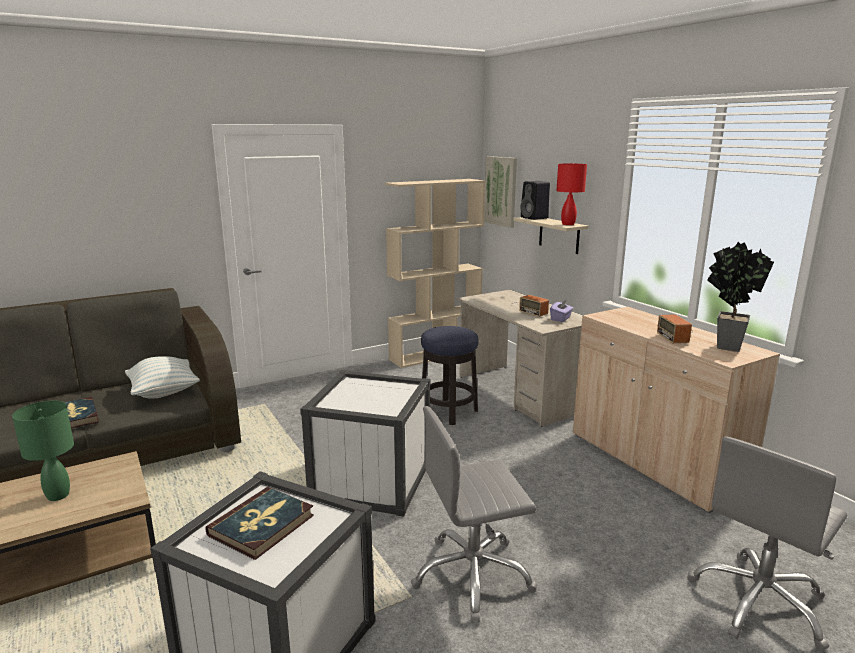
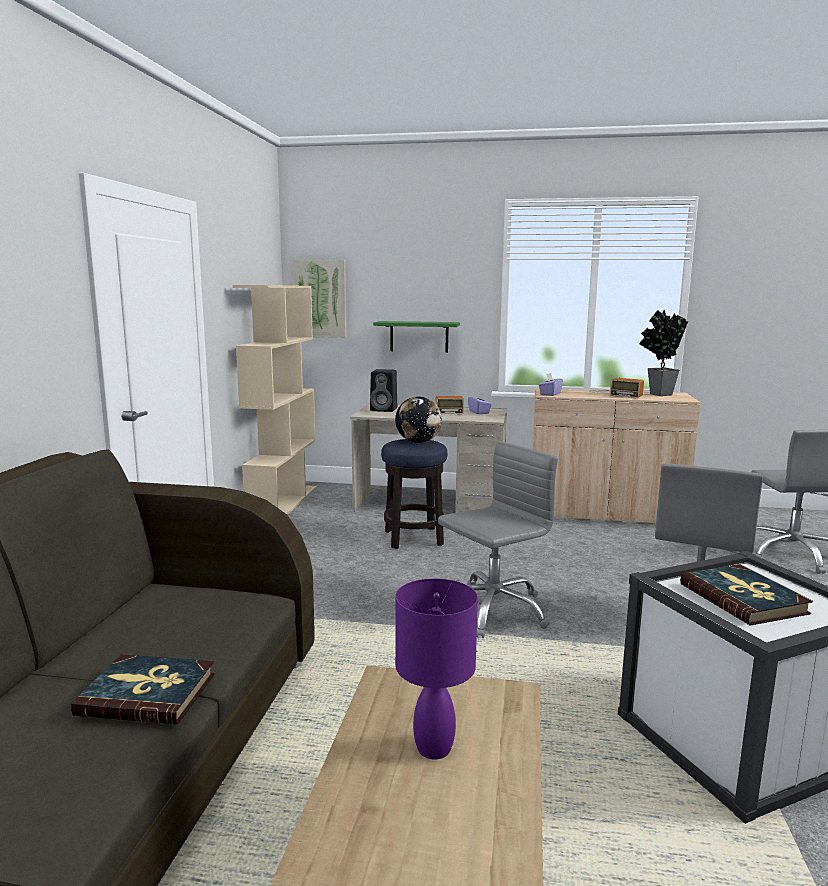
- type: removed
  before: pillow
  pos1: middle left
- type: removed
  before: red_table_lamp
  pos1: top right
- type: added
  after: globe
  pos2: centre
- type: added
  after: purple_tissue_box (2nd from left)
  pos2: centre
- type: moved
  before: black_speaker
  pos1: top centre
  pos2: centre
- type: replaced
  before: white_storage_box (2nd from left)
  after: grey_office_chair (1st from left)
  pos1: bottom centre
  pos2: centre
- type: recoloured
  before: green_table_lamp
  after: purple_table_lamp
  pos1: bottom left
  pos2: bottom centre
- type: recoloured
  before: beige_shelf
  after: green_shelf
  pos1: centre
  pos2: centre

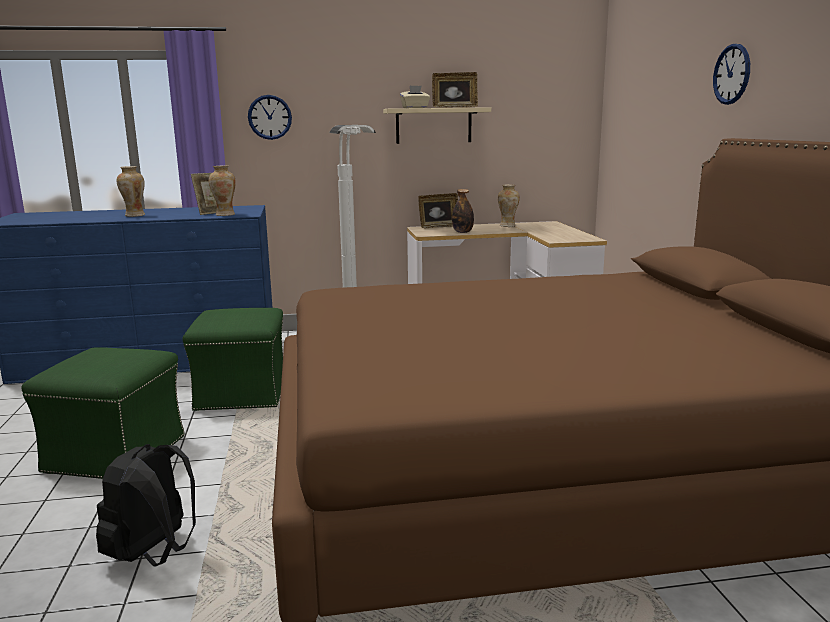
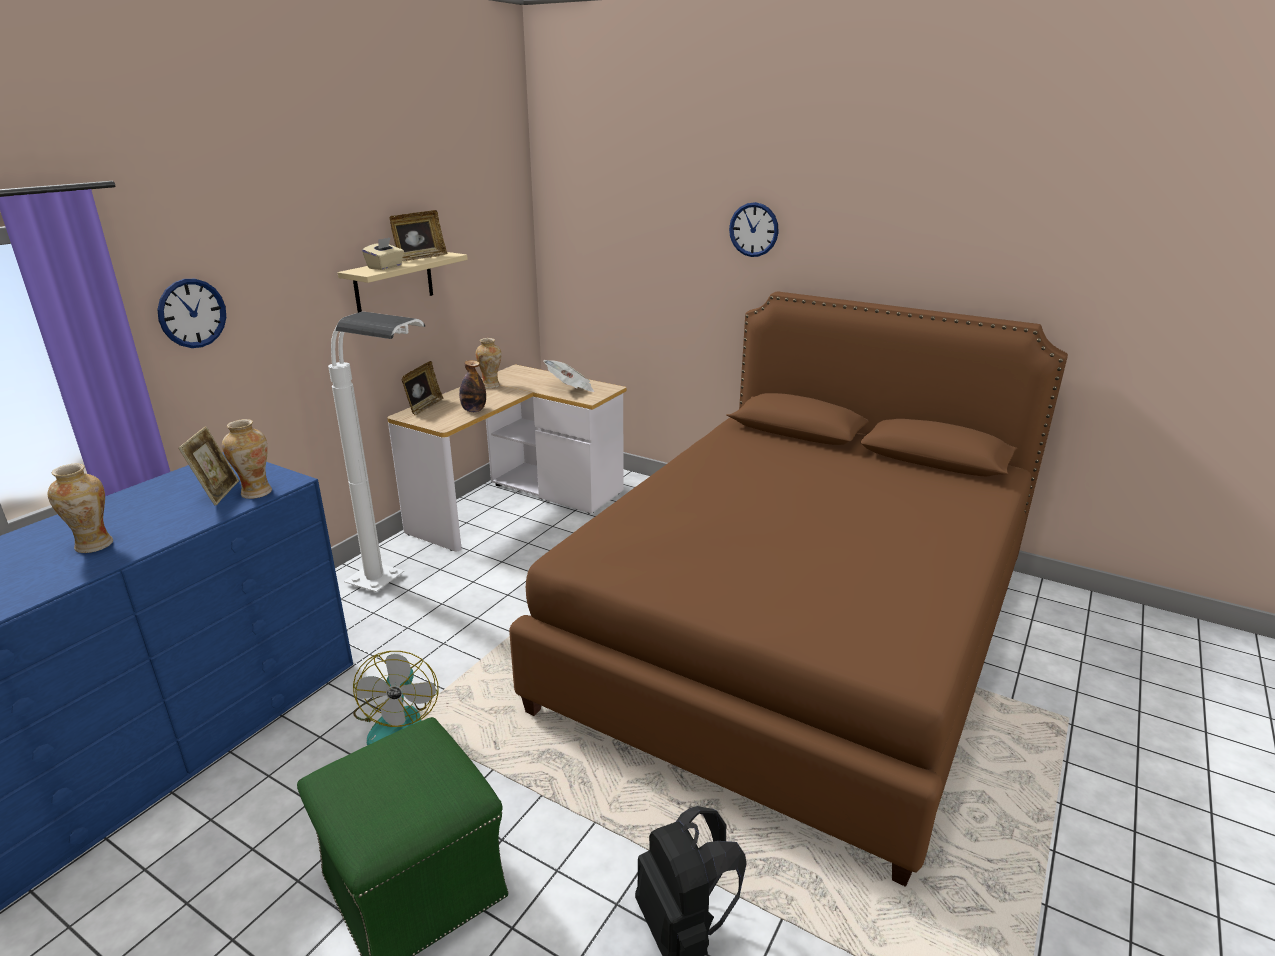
- type: added
  after: newspaper
  pos2: centre
- type: replaced
  before: green_ottoman (2nd from left)
  after: fan
  pos1: middle left
  pos2: bottom left

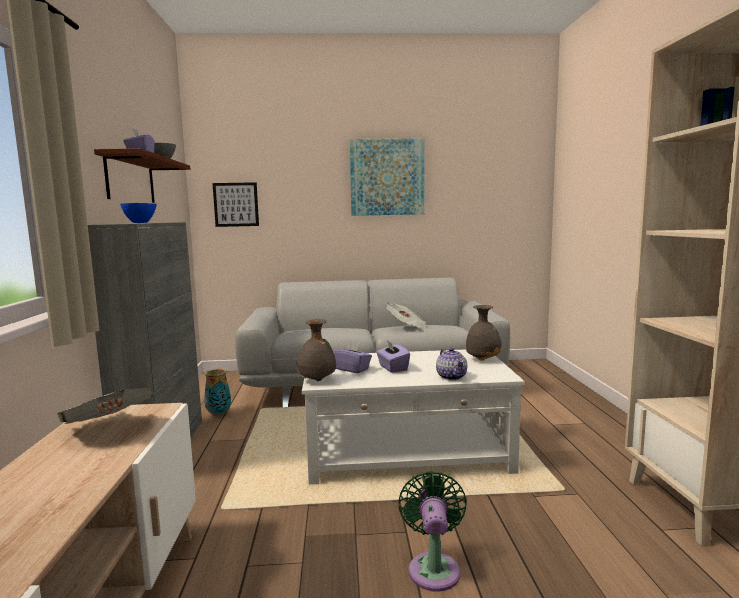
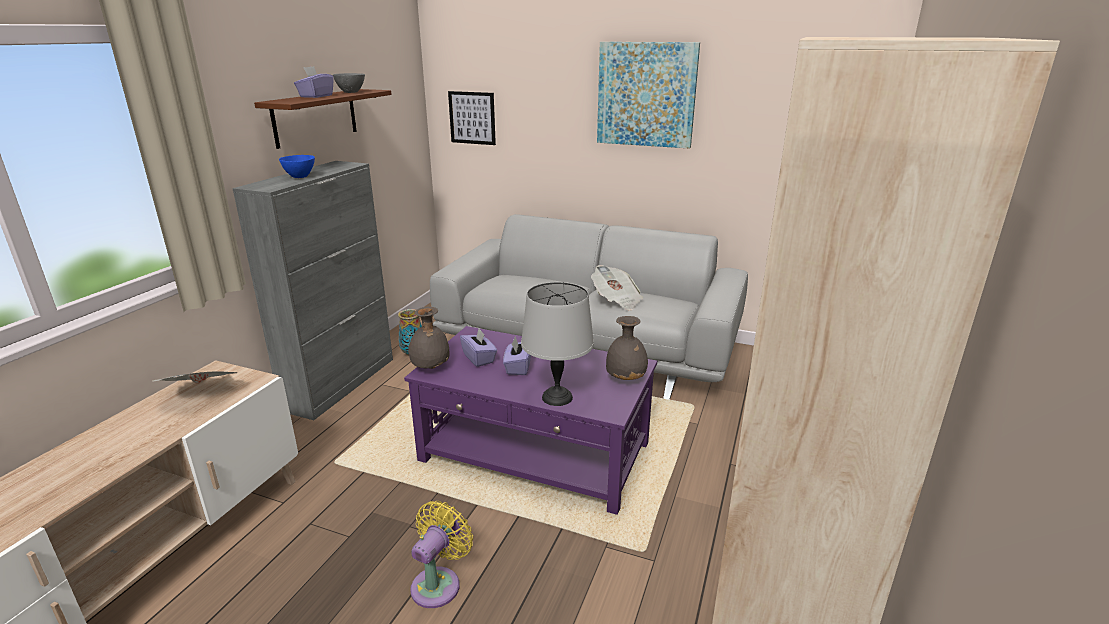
- type: replaced
  before: teapot
  after: grey_table_lamp
  pos1: centre
  pos2: centre
- type: recoloured
  before: white_coffee_table
  after: purple_coffee_table
  pos1: bottom centre
  pos2: bottom centre
- type: recoloured
  before: green_fan
  after: yellow_fan
  pos1: bottom centre
  pos2: bottom centre

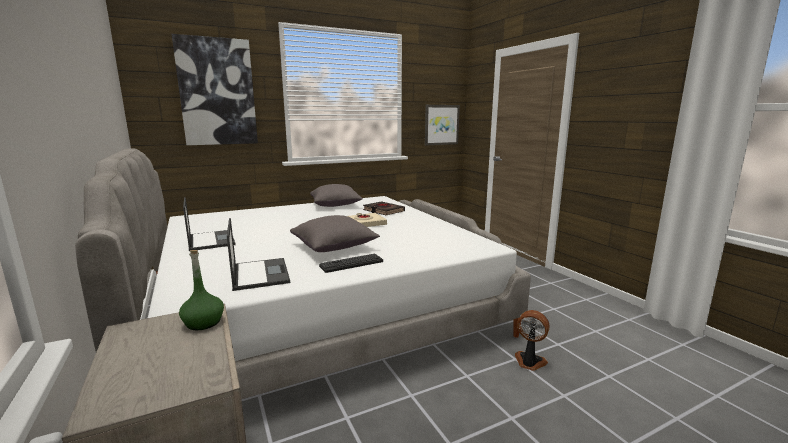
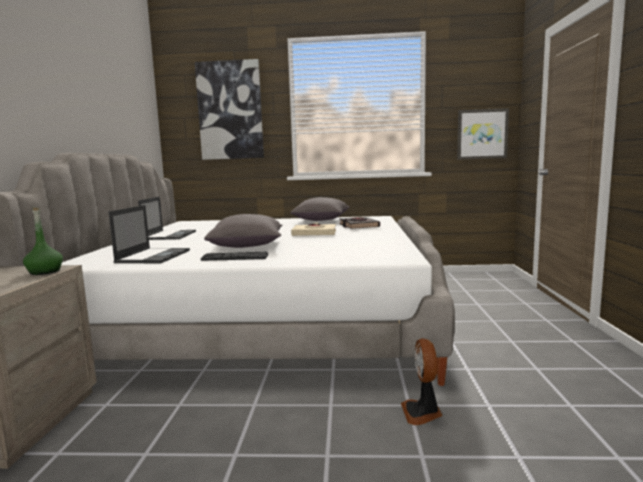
- type: turned
  before: fan
  pos1: bottom right
  pos2: bottom centre
  turn: -150

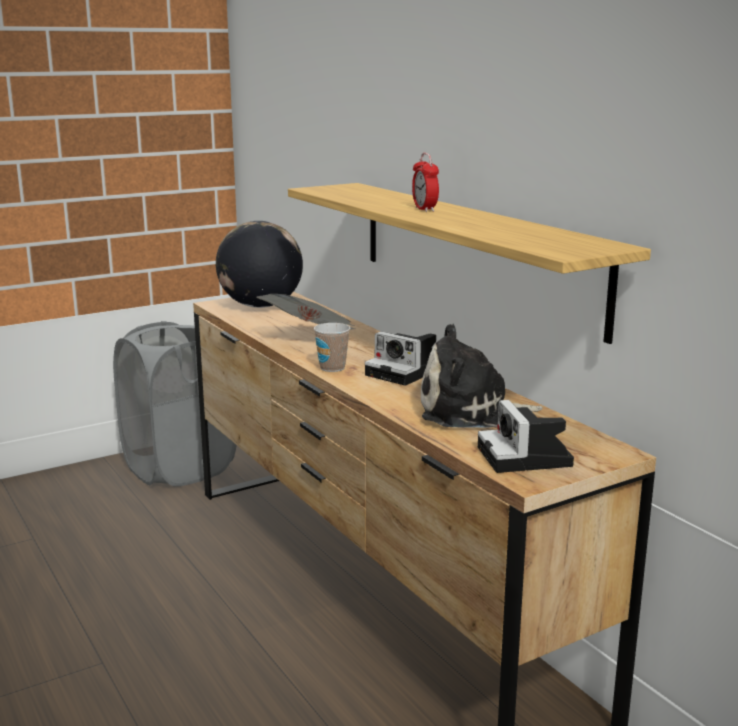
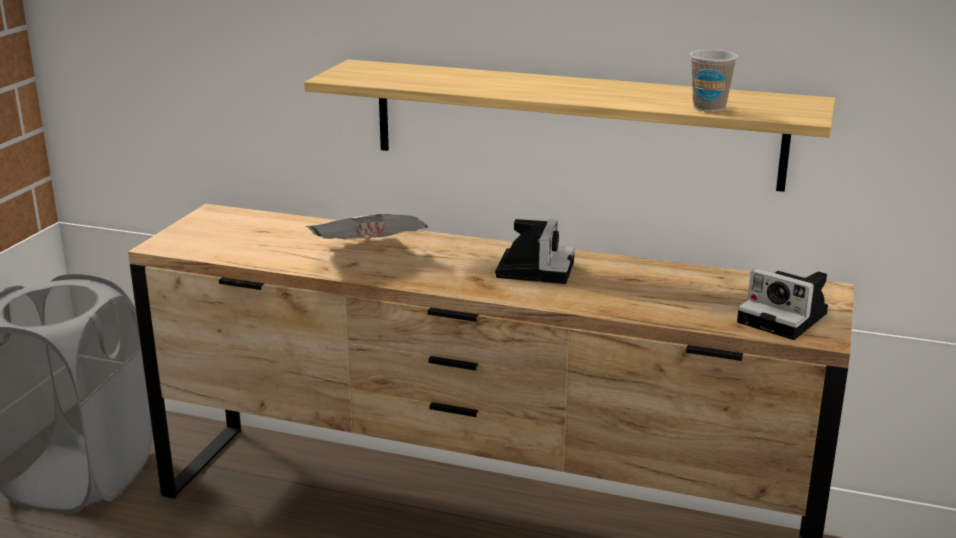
- type: removed
  before: globe
  pos1: centre
- type: removed
  before: alarm_clock
  pos1: top centre
- type: removed
  before: plush_toy
  pos1: centre
- type: moved
  before: cup
  pos1: centre
  pos2: top right
- type: turned
  before: photo_camera (1st from left)
  pos1: centre
  pos2: centre
  turn: -75

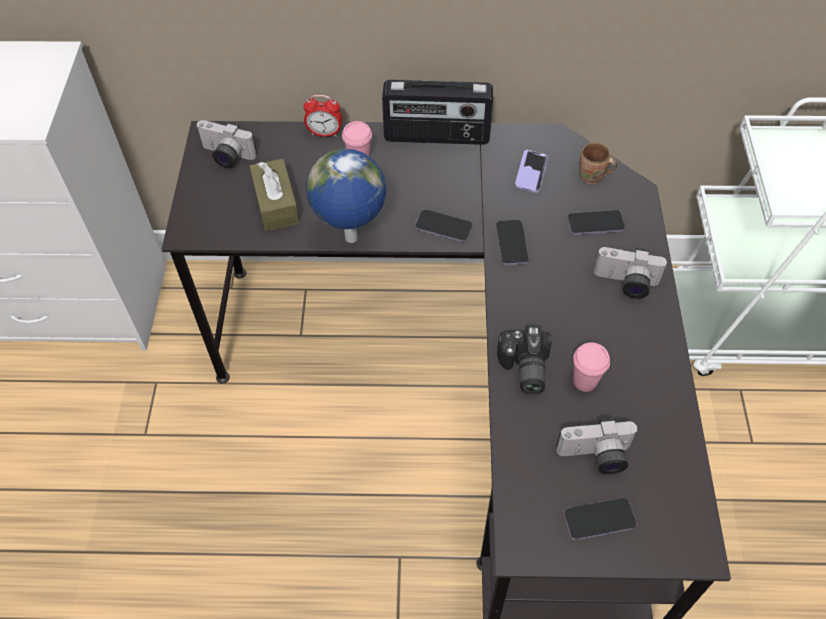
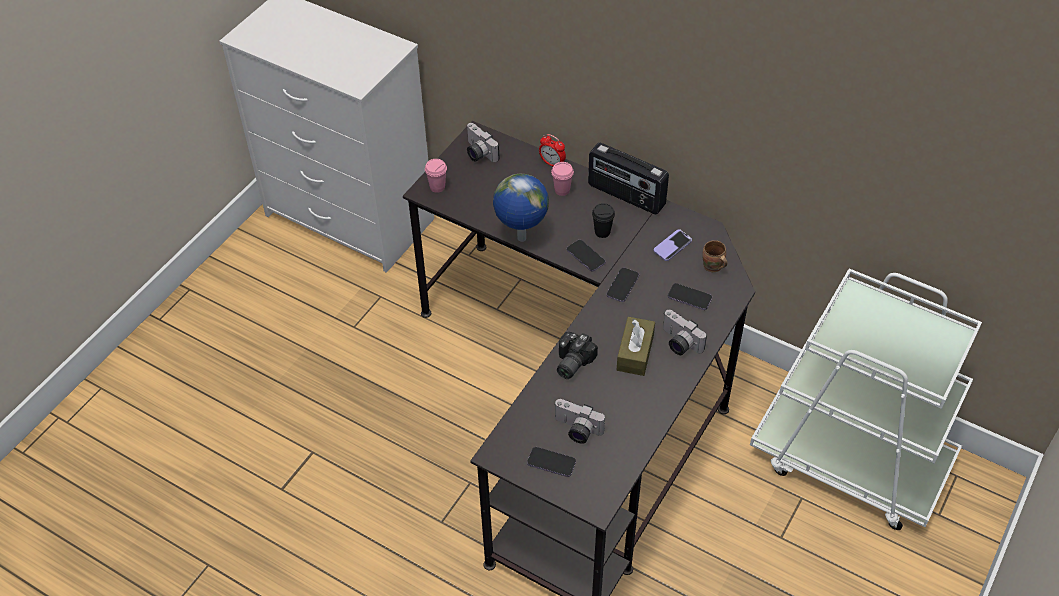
- type: added
  after: black_cup
  pos2: centre
- type: moved
  before: brown_tissue_box
  pos1: top left
  pos2: centre
- type: moved
  before: pink_cup (2nd from left in the first image)
  after: pink_cup (1st from left)
  pos1: middle right
  pos2: top centre

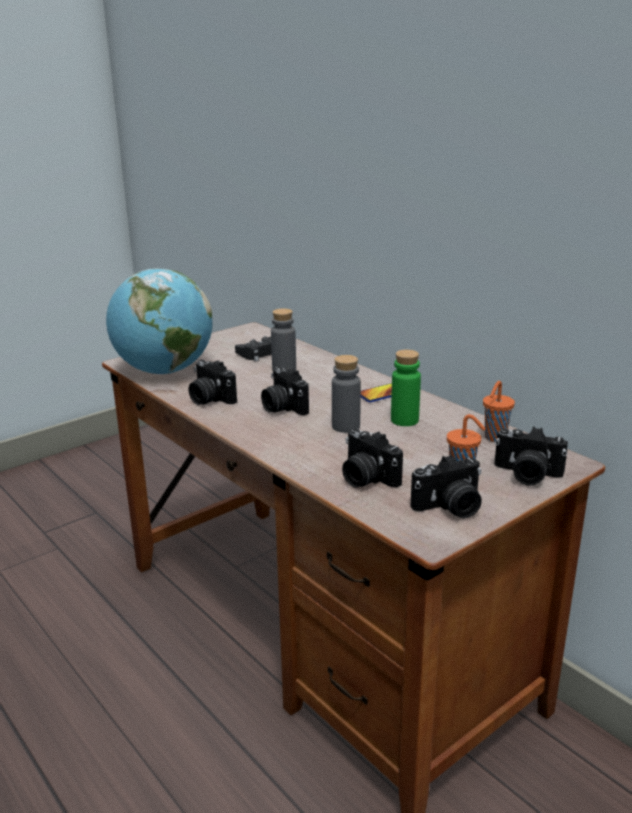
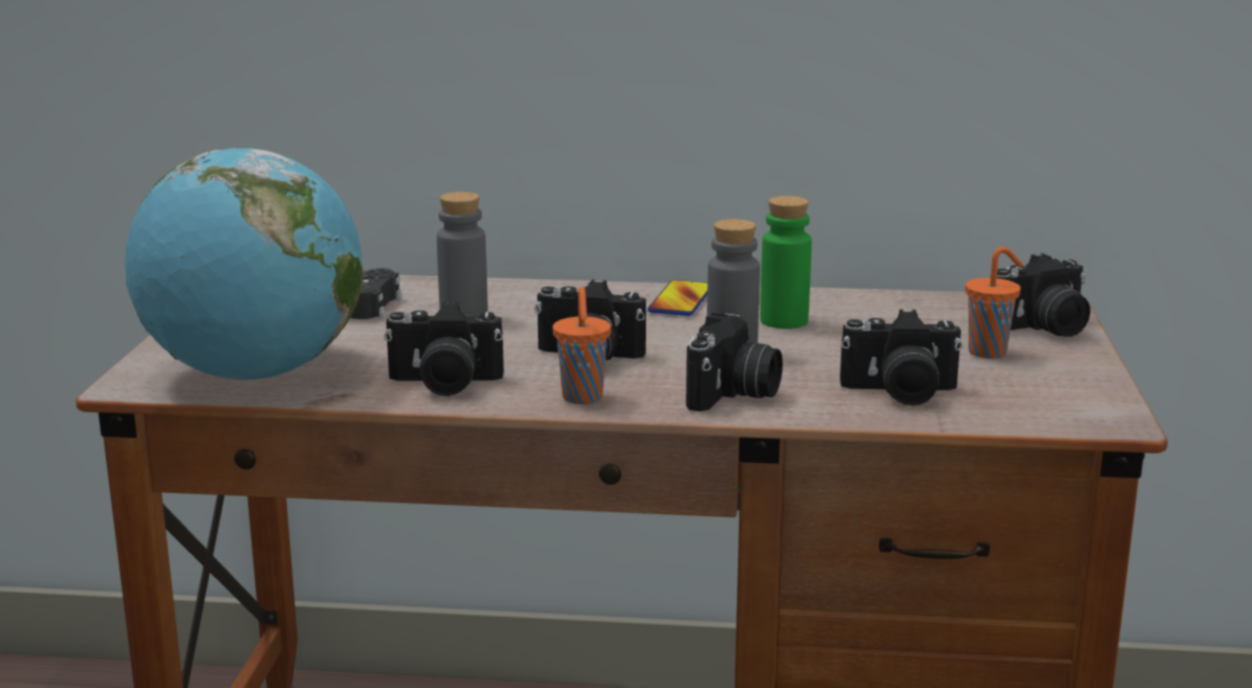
- type: moved
  before: photo_camera (4th from left in the first image)
  after: photo_camera (3rd from left)
  pos1: middle right
  pos2: centre
- type: moved
  before: orange_cup (2nd from left in the first image)
  after: orange_cup (1st from left)
  pos1: middle right
  pos2: centre

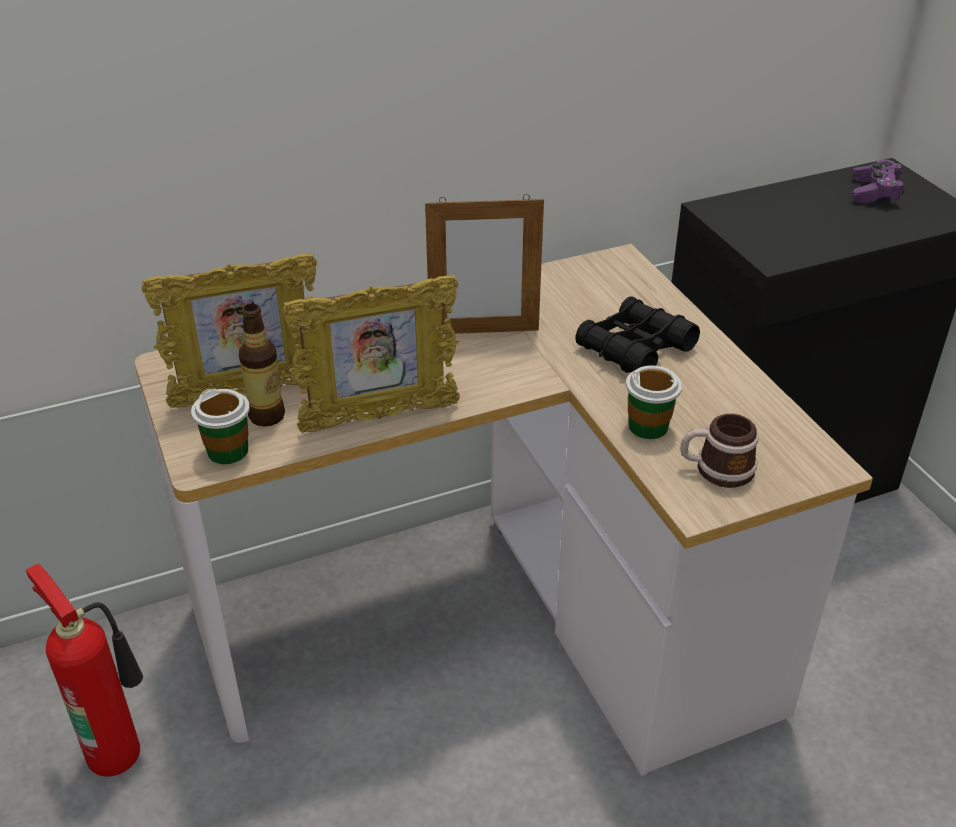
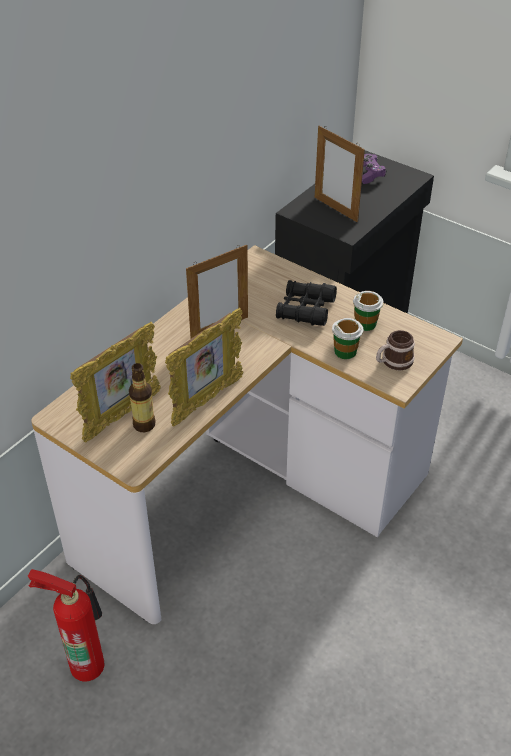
- type: added
  after: picture_frame (4th from left)
  pos2: top centre
- type: moved
  before: cup (1st from left in the first image)
  after: cup (2nd from left)
  pos1: middle left
  pos2: middle right

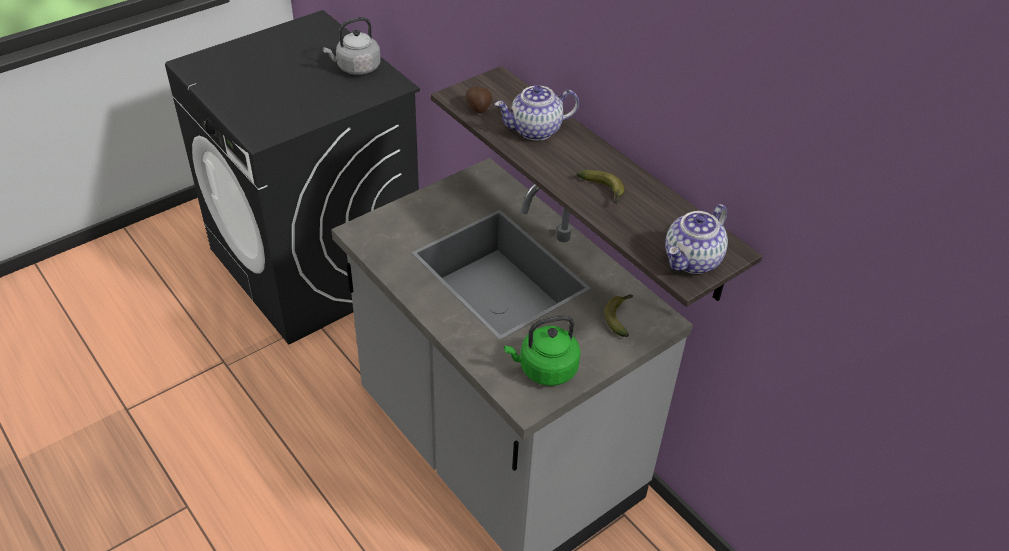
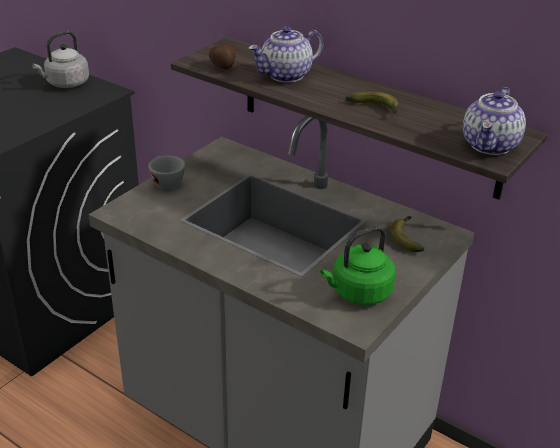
- type: added
  after: grey_cup
  pos2: middle left

